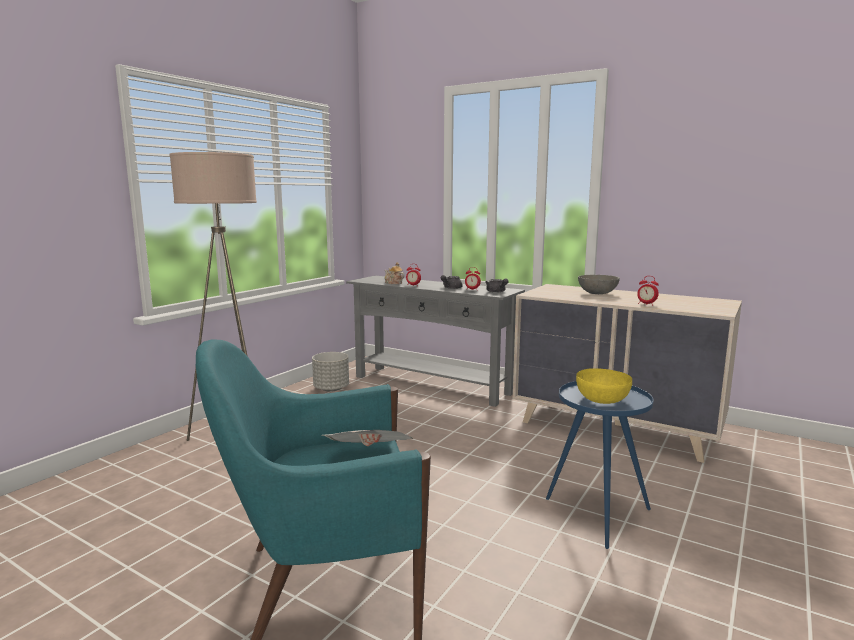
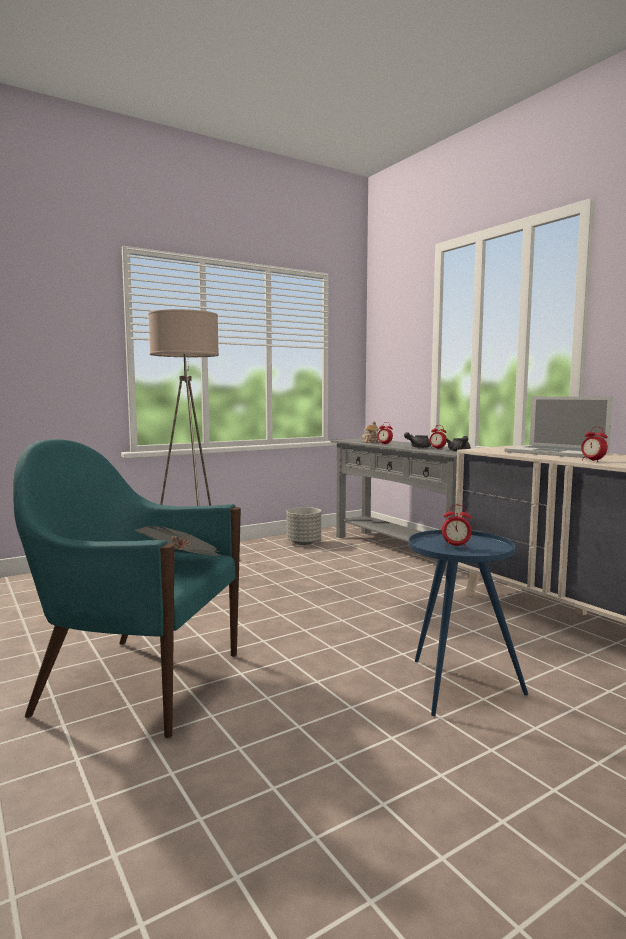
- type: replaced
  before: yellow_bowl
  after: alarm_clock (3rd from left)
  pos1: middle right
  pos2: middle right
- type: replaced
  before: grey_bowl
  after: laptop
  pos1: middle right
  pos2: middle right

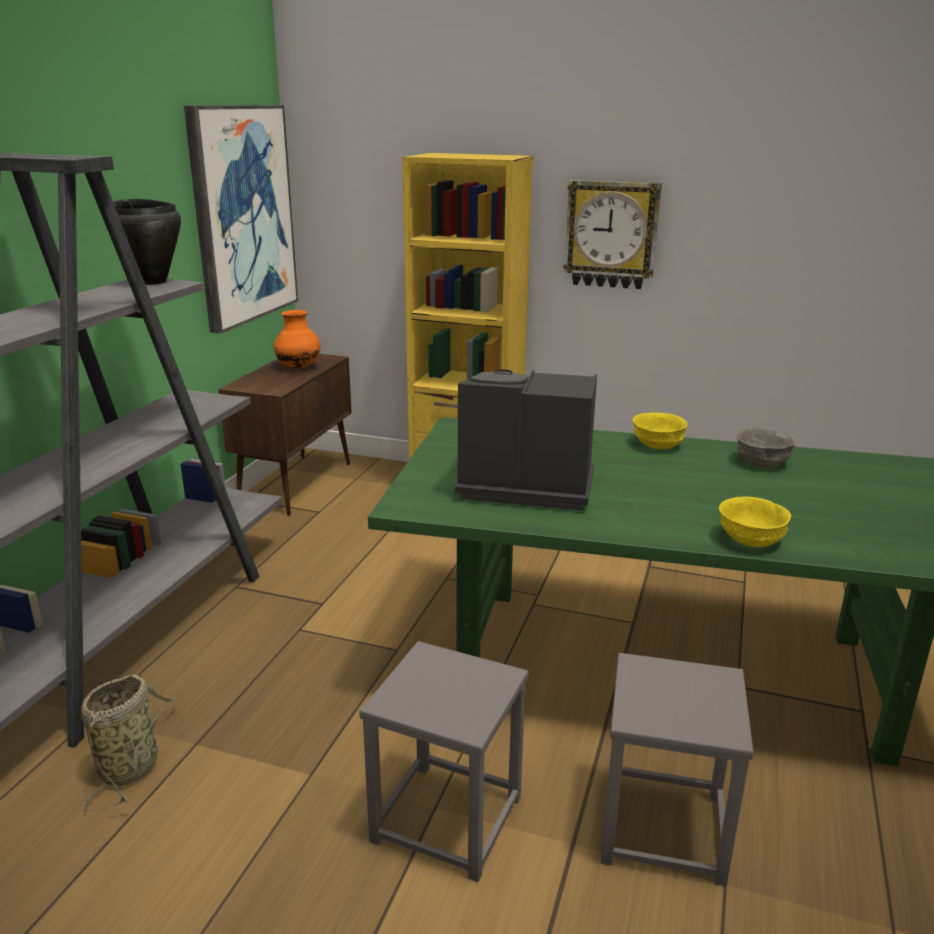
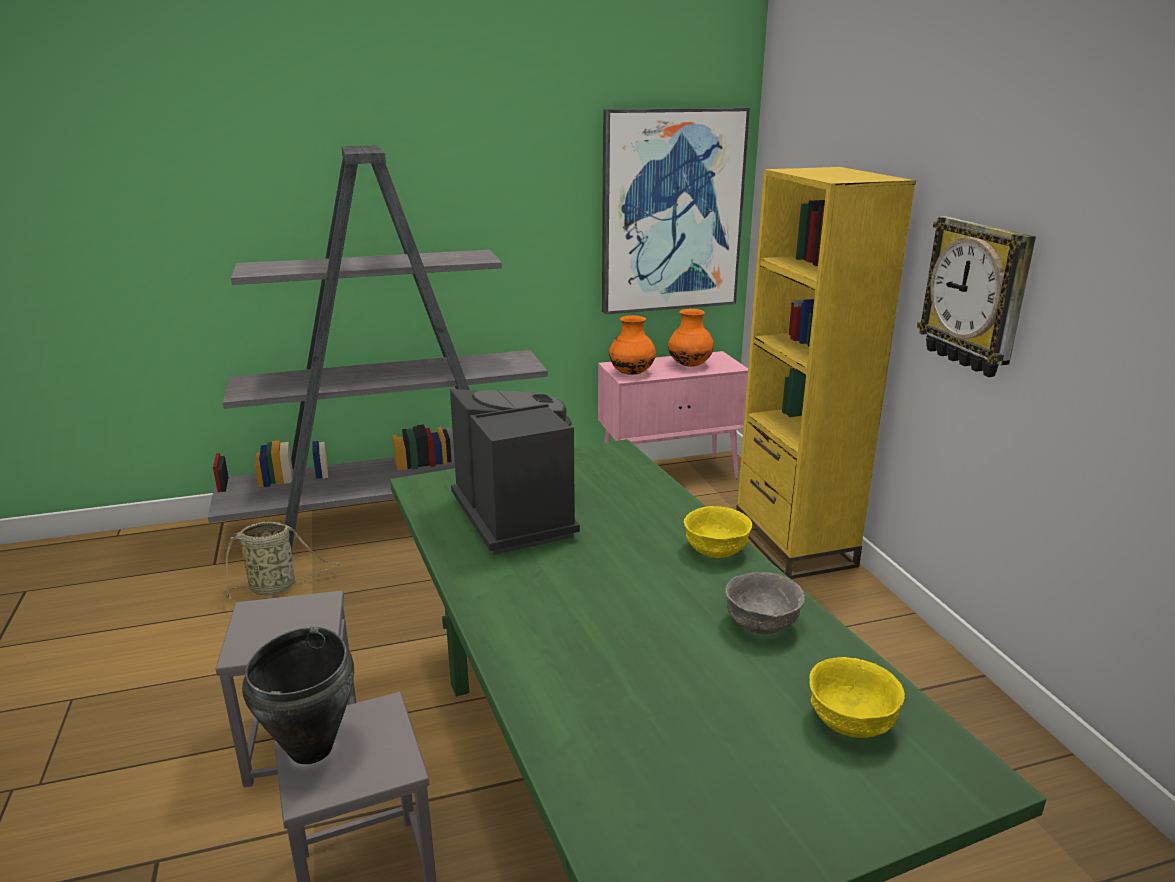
- type: added
  after: orange_vase (1st from left)
  pos2: centre
- type: moved
  before: black_cooking_pot
  pos1: top left
  pos2: bottom left
- type: moved
  before: yellow_bowl (2nd from left)
  pos1: middle right
  pos2: bottom right
- type: recoloured
  before: brown_cabinet
  after: pink_cabinet
  pos1: middle left
  pos2: centre

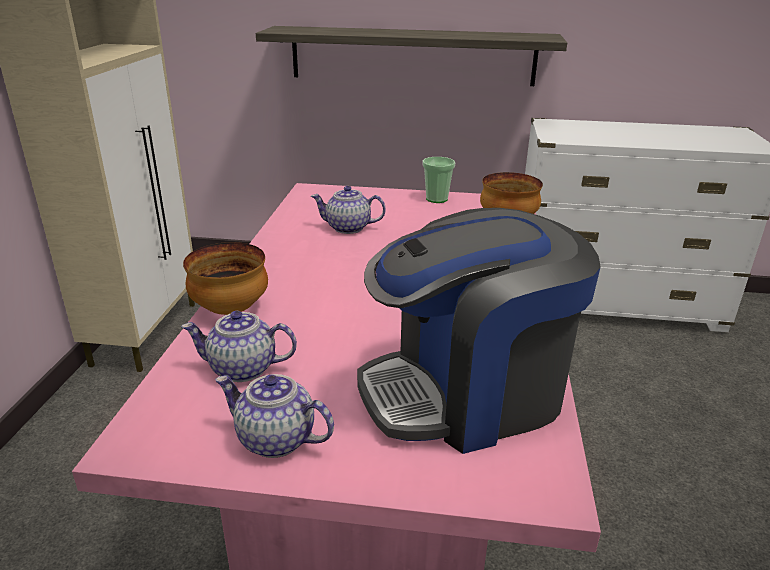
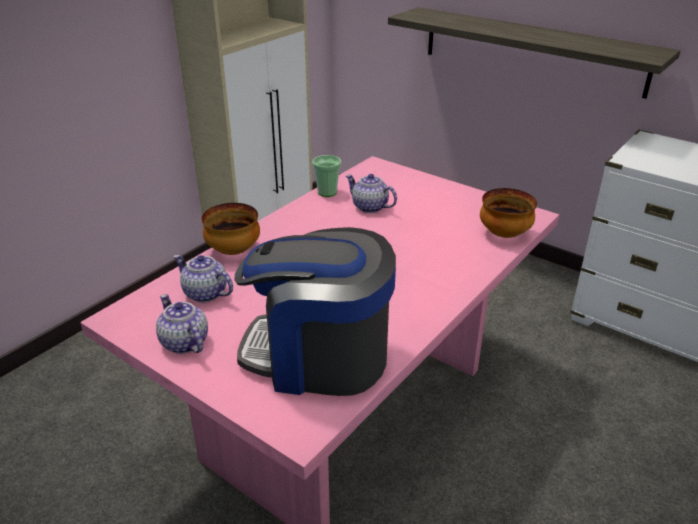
- type: moved
  before: cup
  pos1: top centre
  pos2: centre

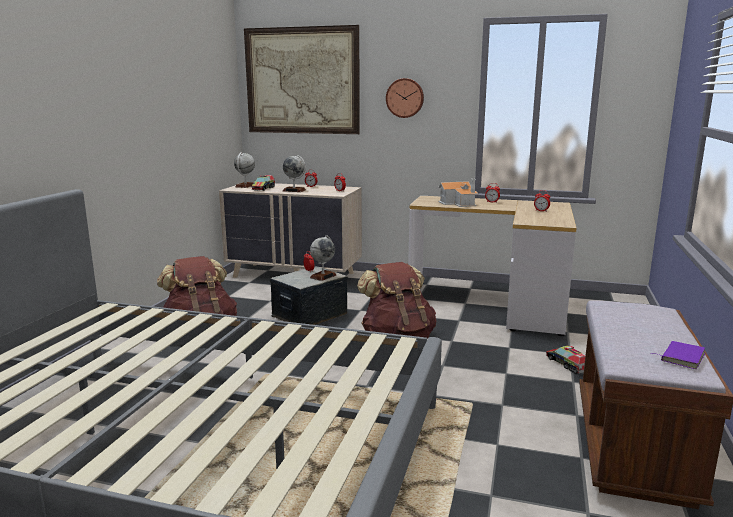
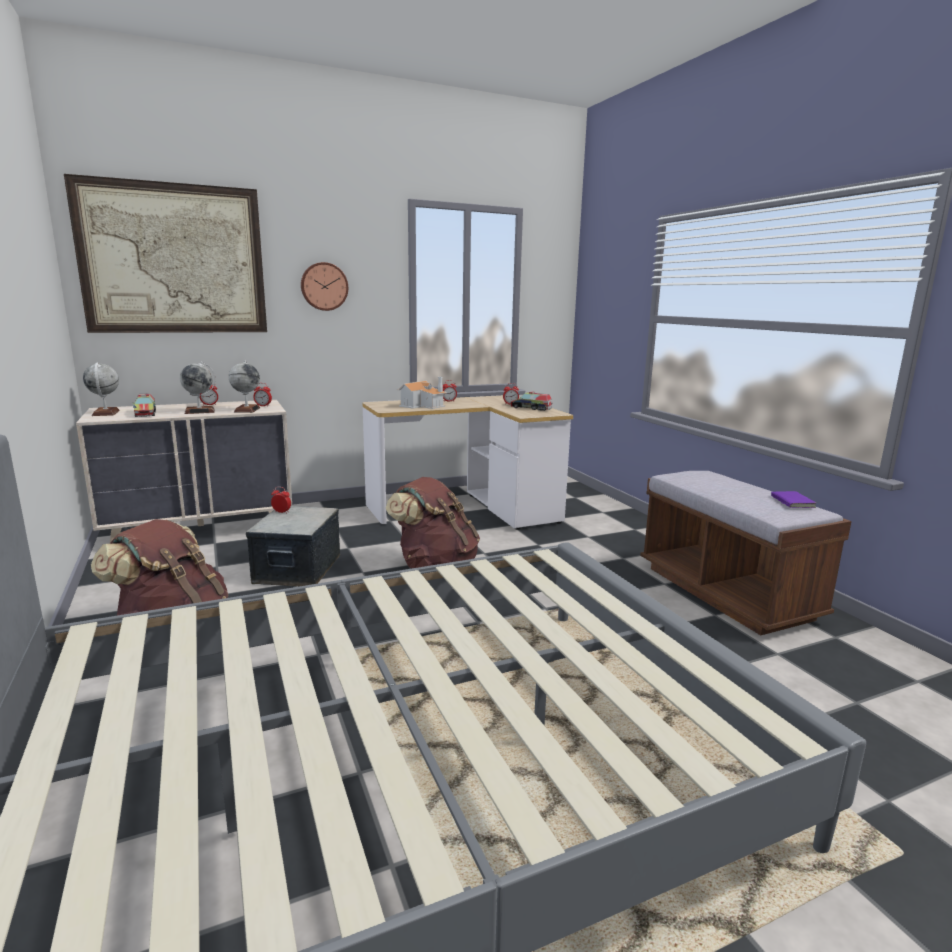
- type: moved
  before: globe (3rd from left)
  pos1: centre
  pos2: middle left
- type: moved
  before: toy_truck (2nd from left)
  pos1: bottom right
  pos2: centre

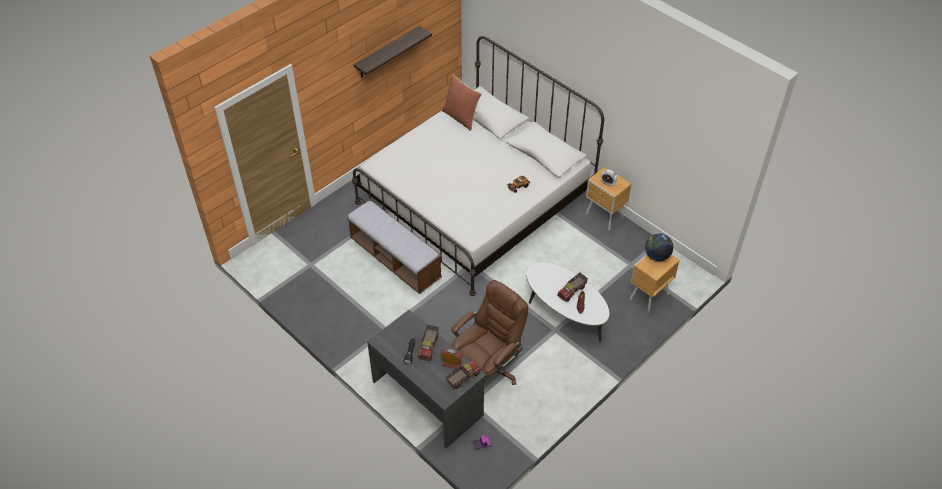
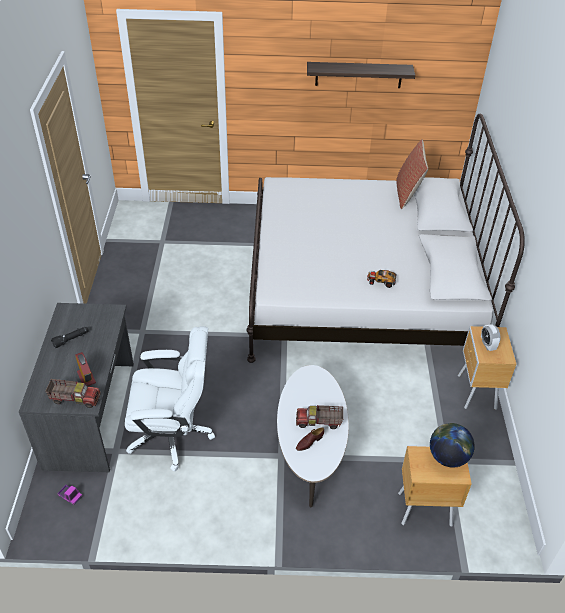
- type: removed
  before: bench
  pos1: centre
- type: removed
  before: toy_truck (1st from left)
  pos1: bottom centre
- type: recoloured
  before: brown_office_chair
  after: white_office_chair
  pos1: bottom centre
  pos2: middle left

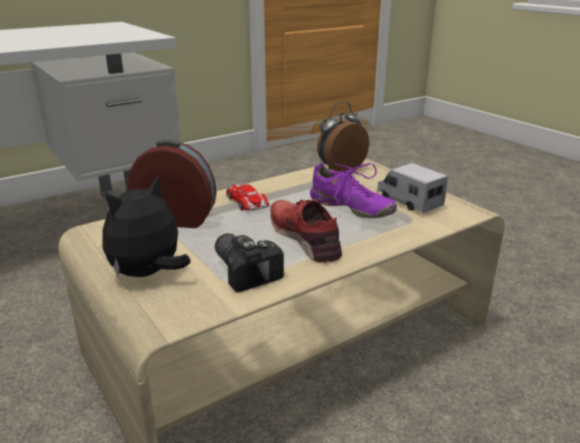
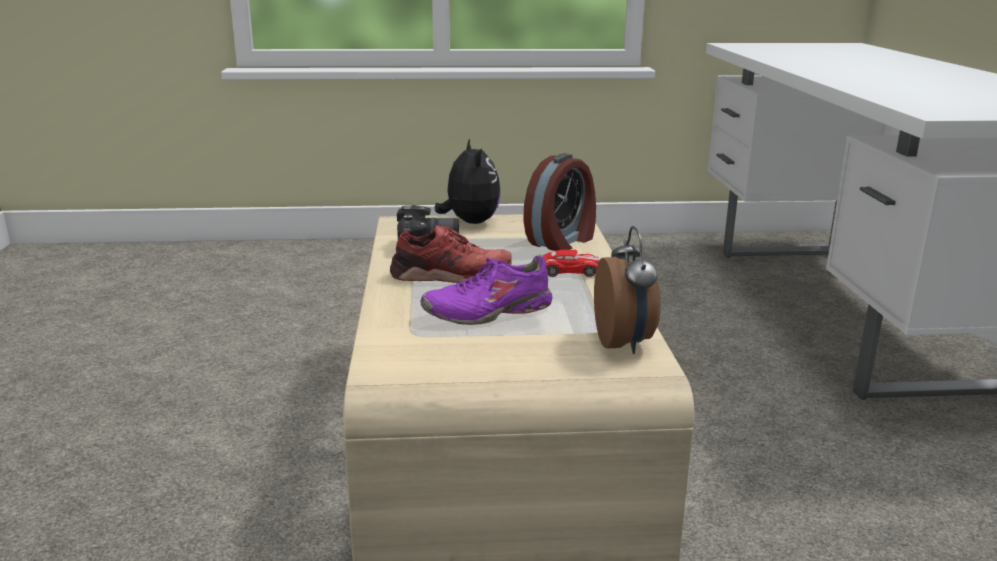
- type: removed
  before: toy_truck
  pos1: middle right

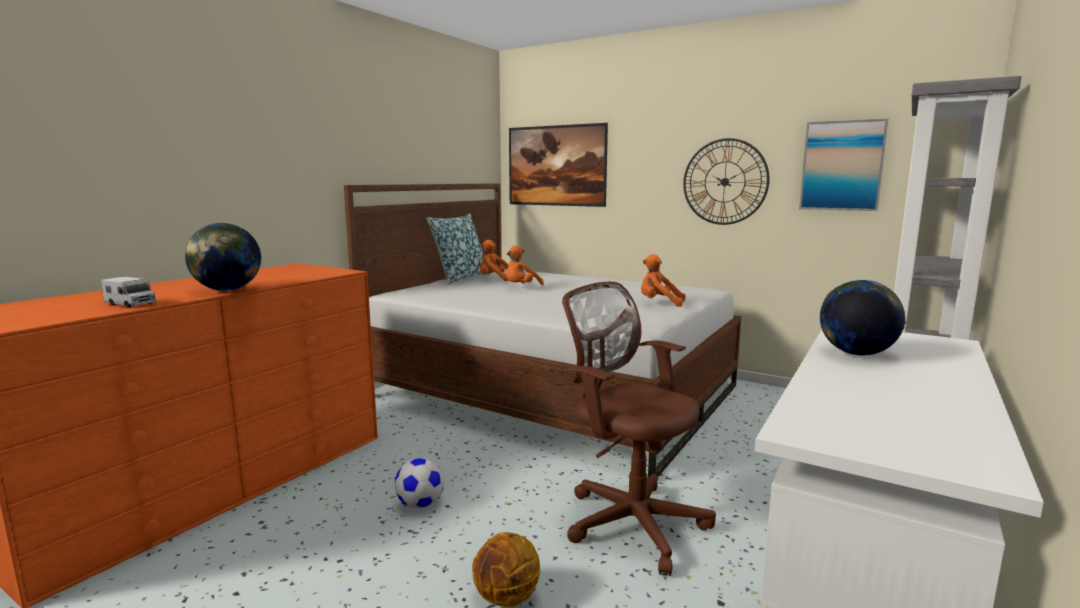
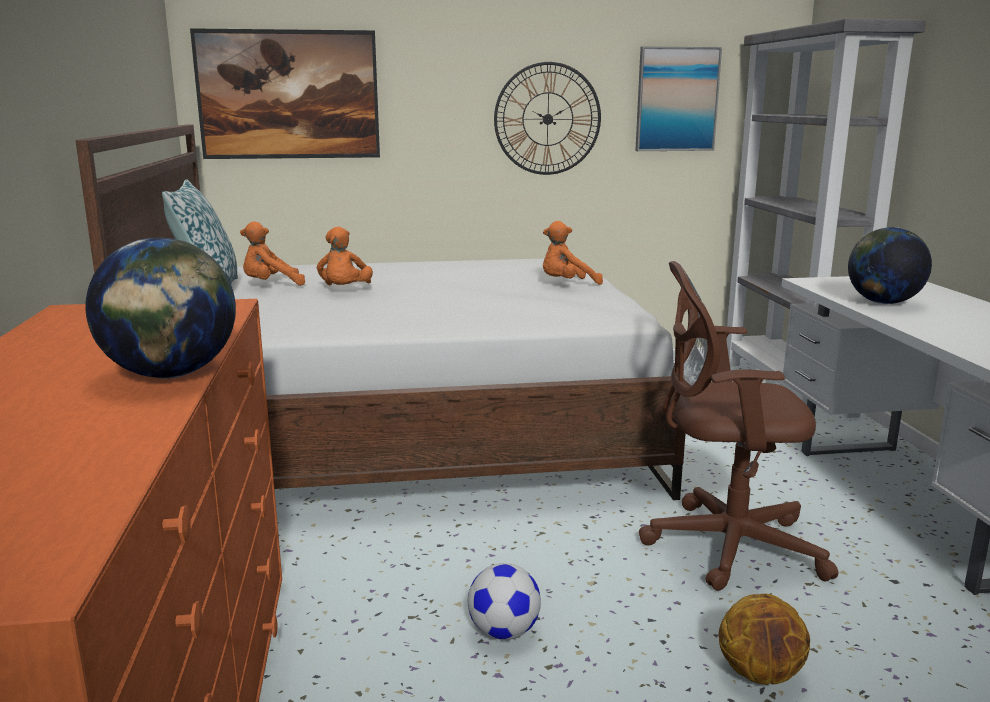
- type: removed
  before: toy_truck
  pos1: middle left

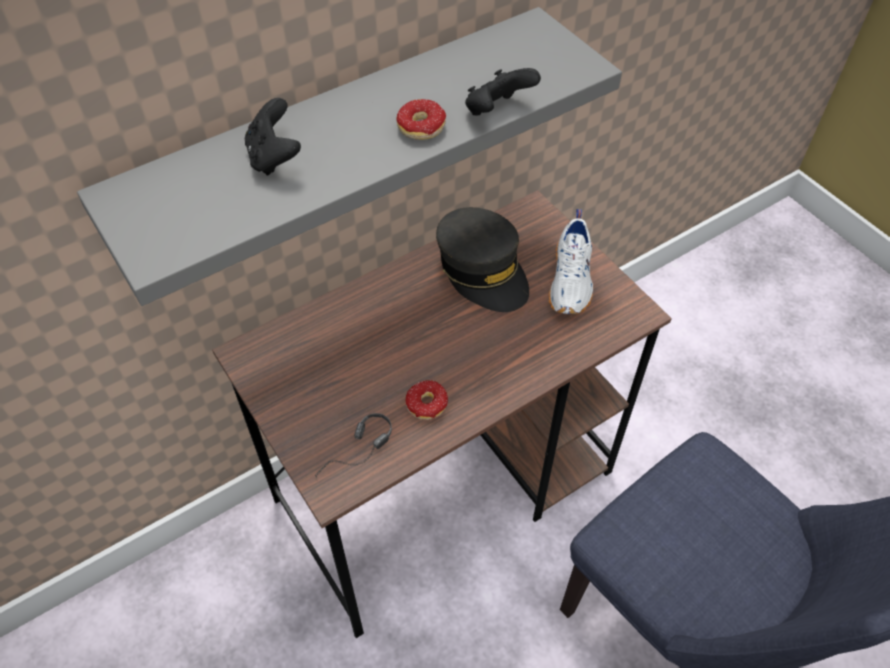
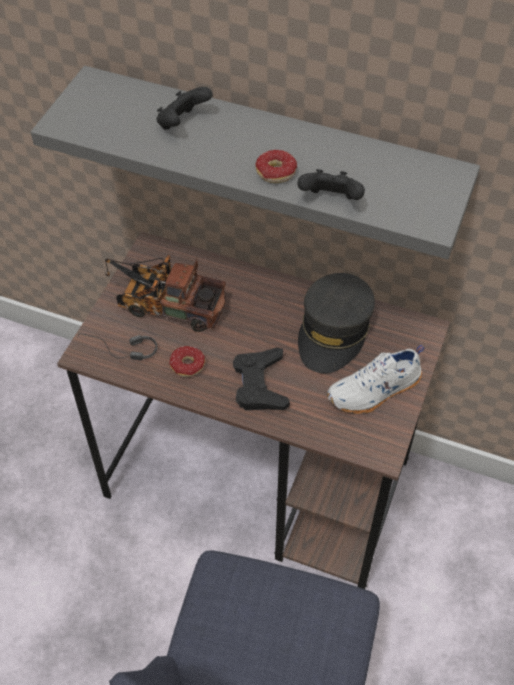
- type: added
  after: toy_truck
  pos2: middle left
- type: added
  after: black_game_controller (2nd from left)
  pos2: centre

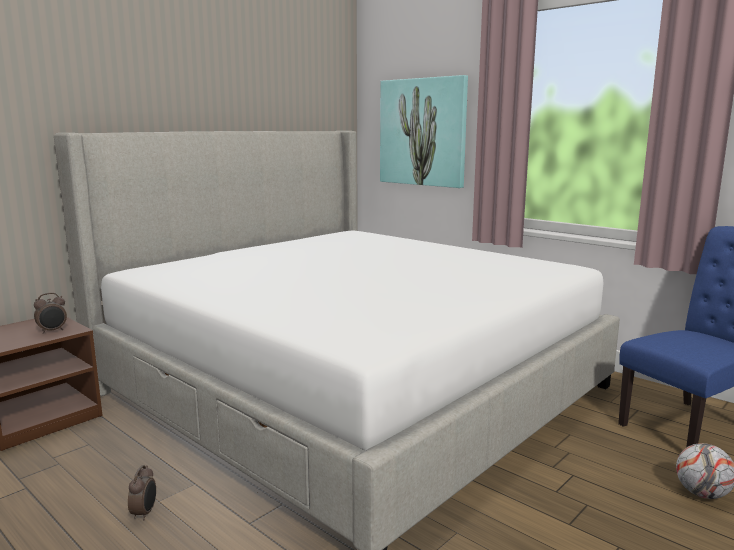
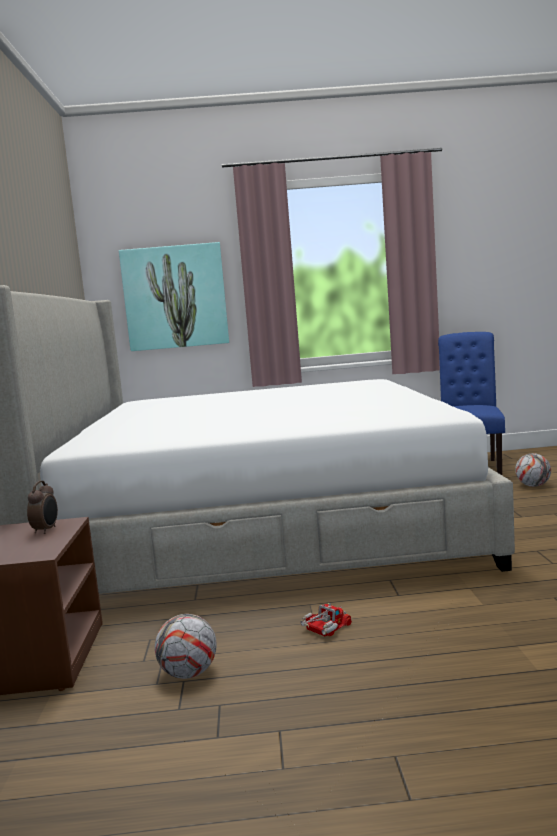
- type: added
  after: football (1st from left)
  pos2: bottom centre
- type: replaced
  before: alarm_clock (2nd from left)
  after: toy_truck
  pos1: bottom left
  pos2: bottom centre

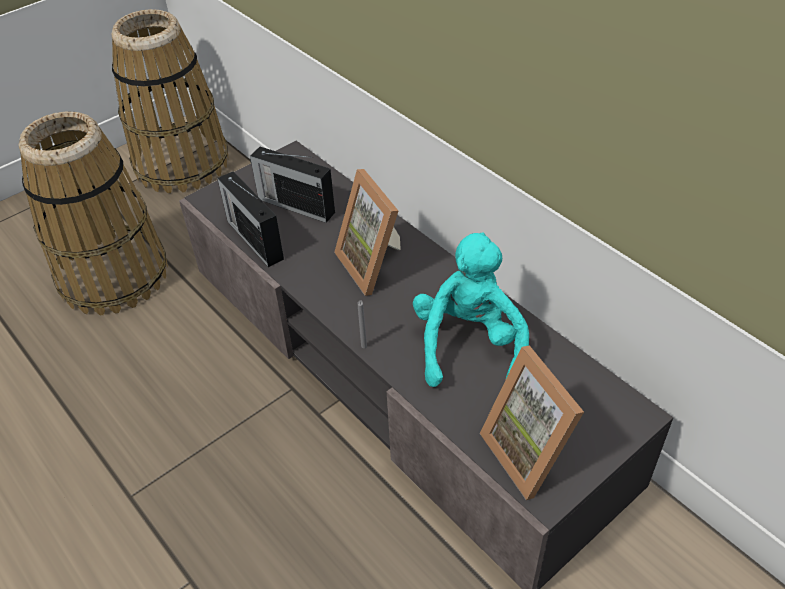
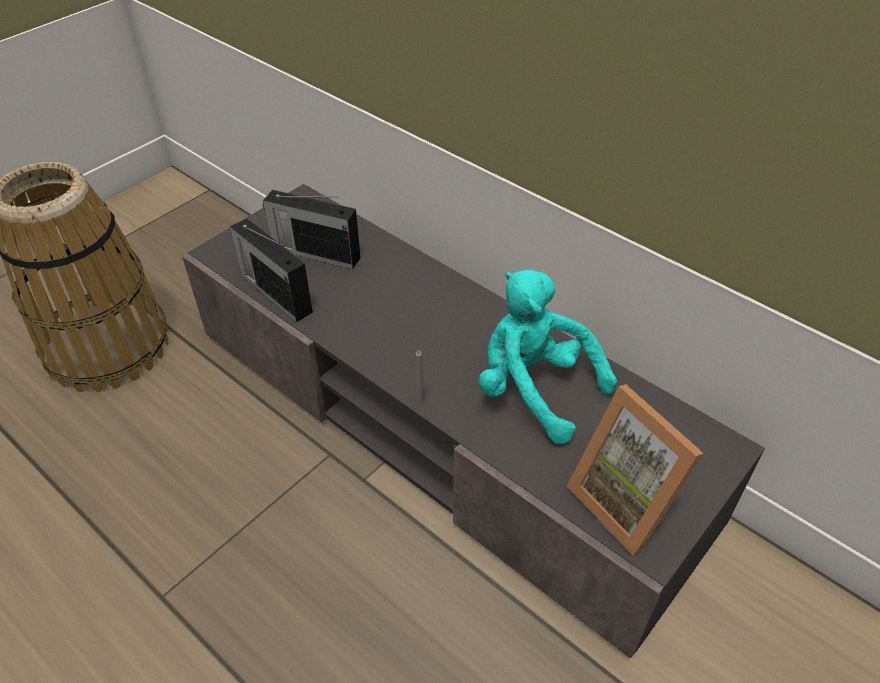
- type: removed
  before: basket (2nd from left)
  pos1: top left
- type: removed
  before: picture_frame (1st from left)
  pos1: centre
- type: turned
  before: turquoise_plush_toy
  pos1: centre
  pos2: centre
  turn: -45

